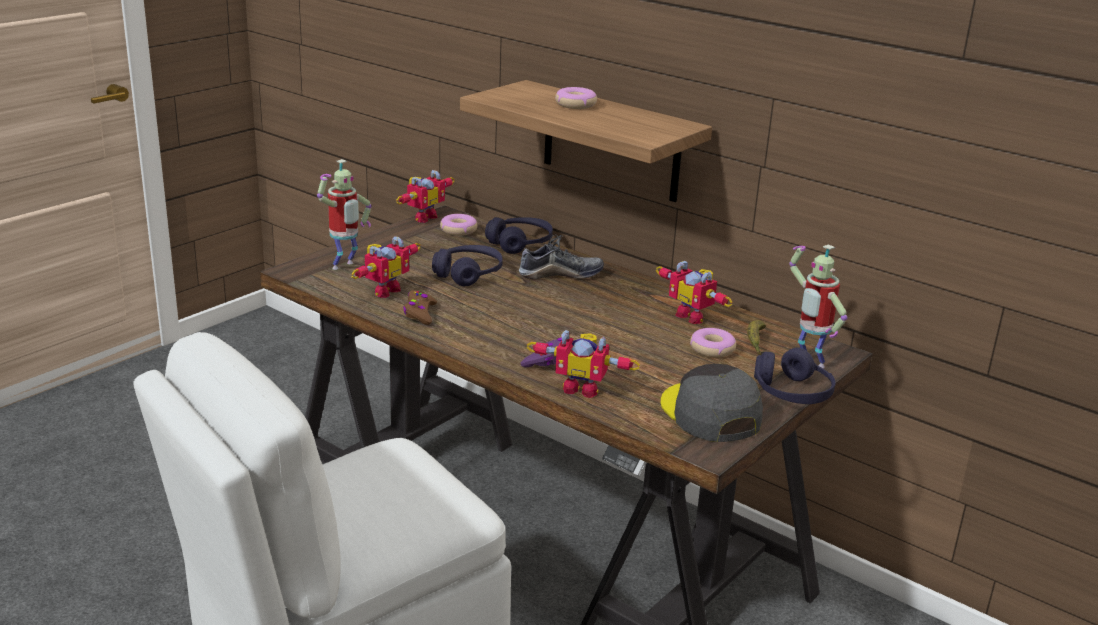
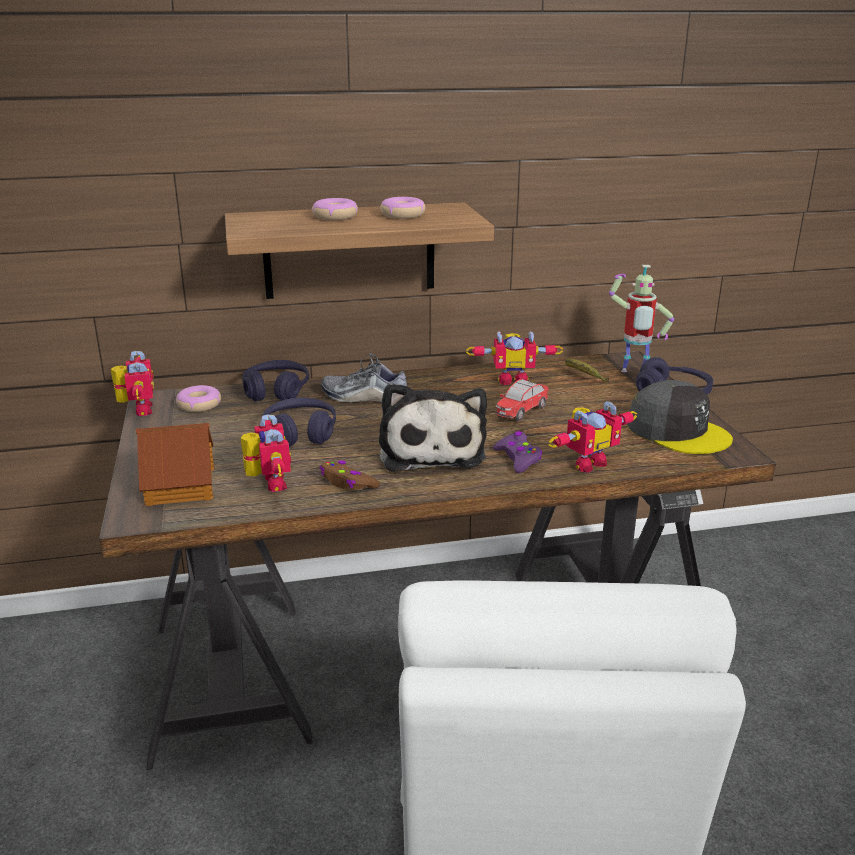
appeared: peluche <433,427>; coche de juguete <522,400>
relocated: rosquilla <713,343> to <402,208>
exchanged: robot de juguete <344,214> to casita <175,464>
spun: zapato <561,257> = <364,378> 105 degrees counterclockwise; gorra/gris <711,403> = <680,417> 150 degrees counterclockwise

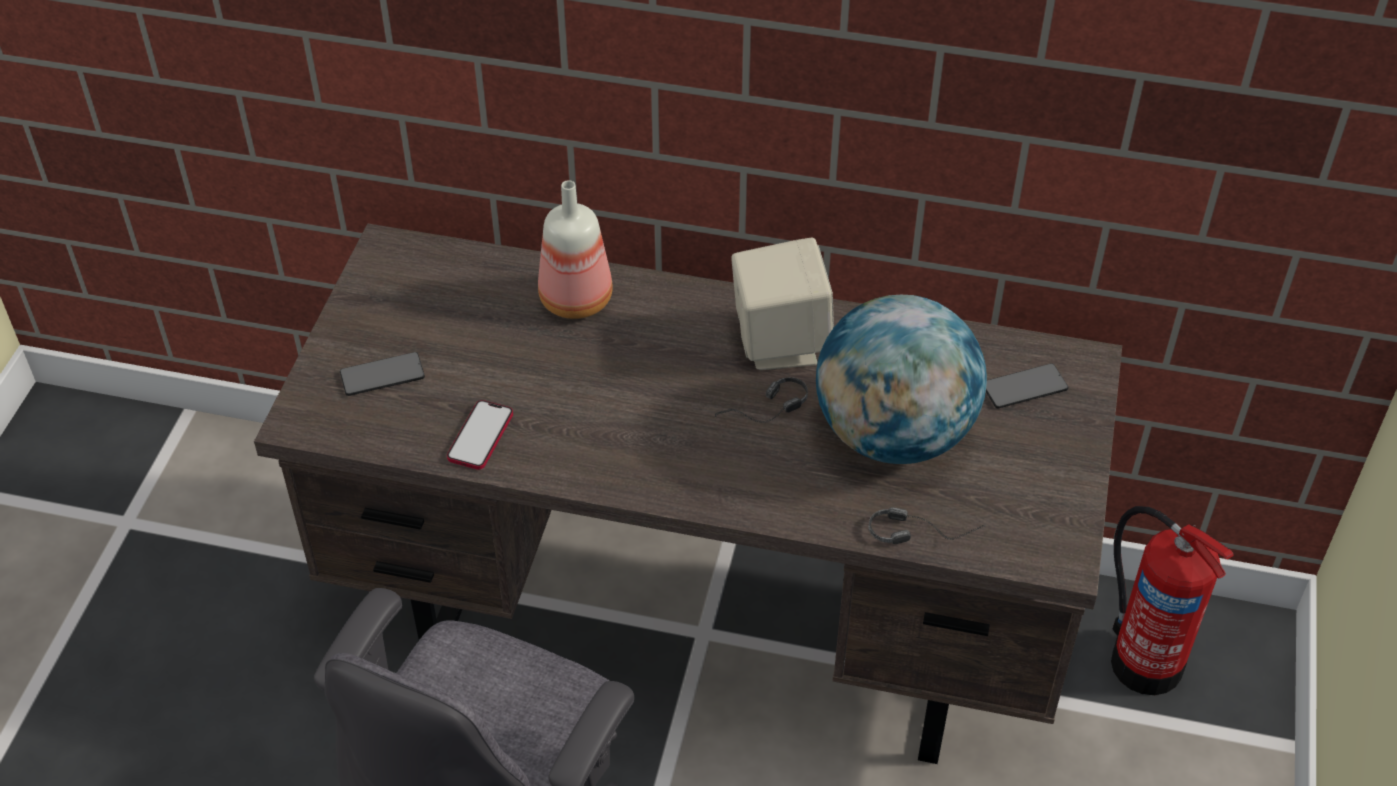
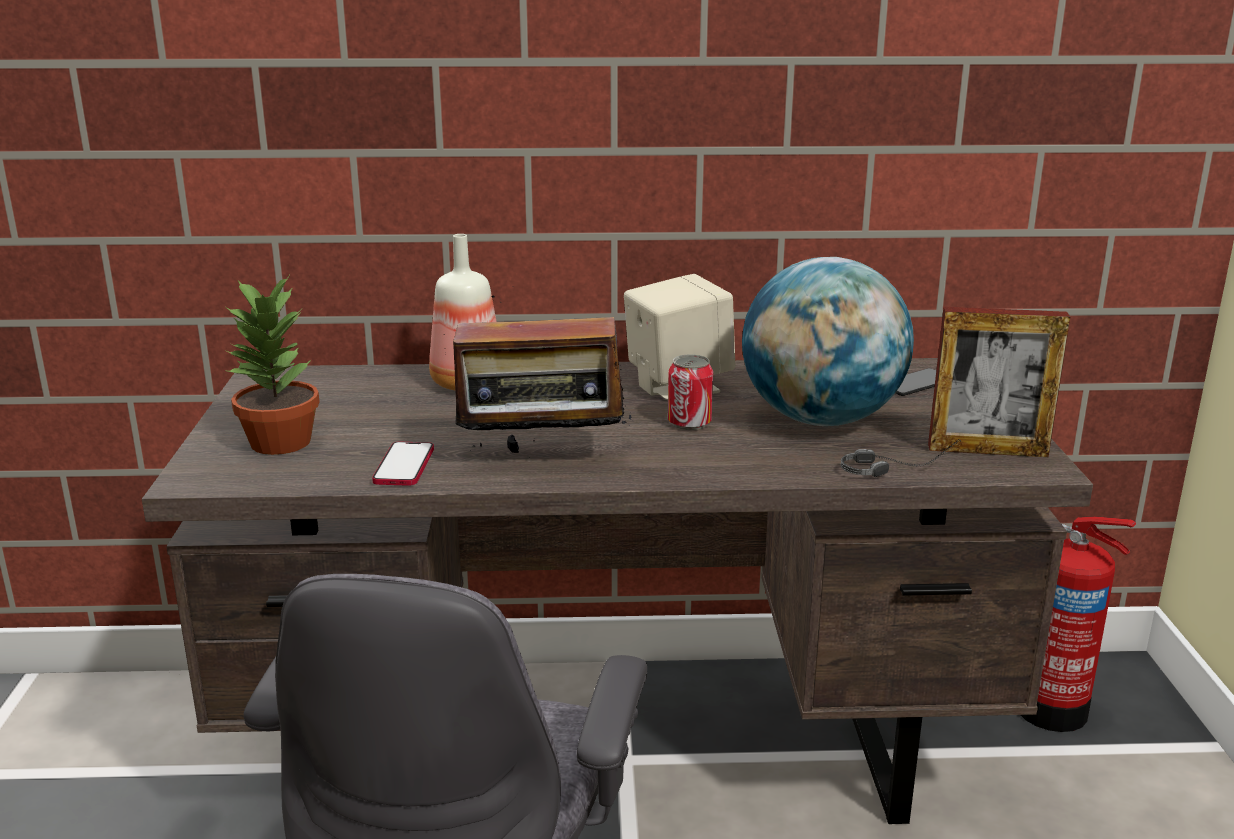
appeared: radio <537,369>; portarretratos <999,382>
exchanged: móvil <382,374> to planta en maceta <273,365>; auriculares <761,400> to lata <690,392>

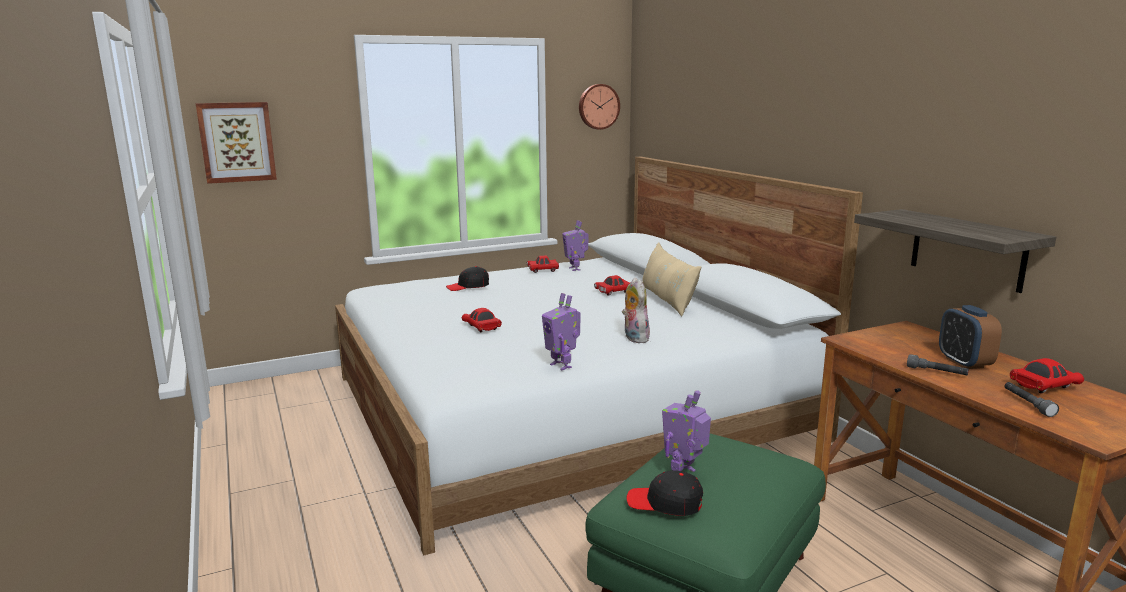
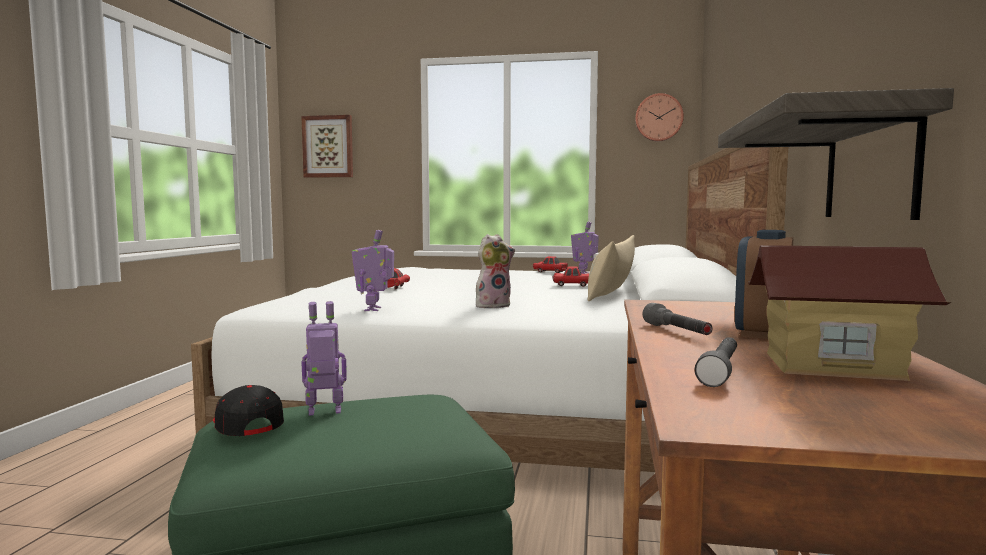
missing: gorra/negro <467,278>
exchanged: coche de juguete/rojo <1047,375> to casita <850,313>
spun: peluche <636,310> = <495,271> 45 degrees clockwise

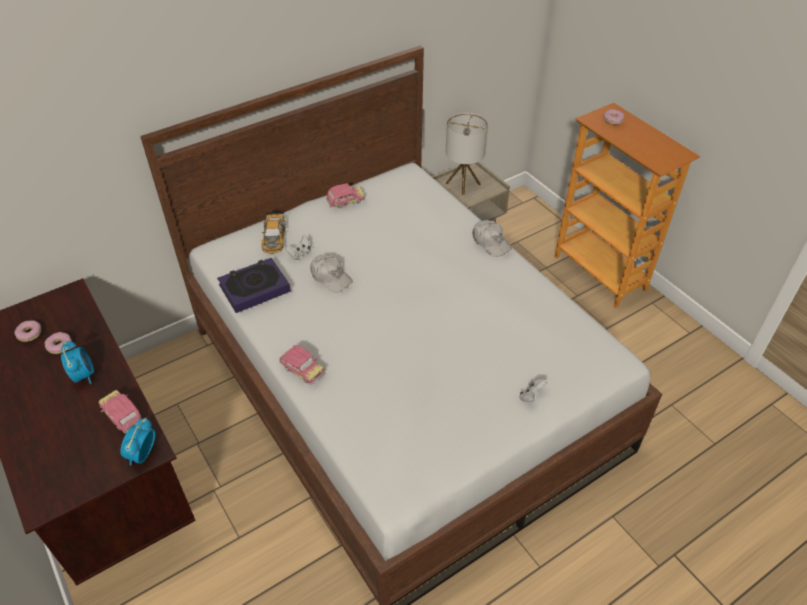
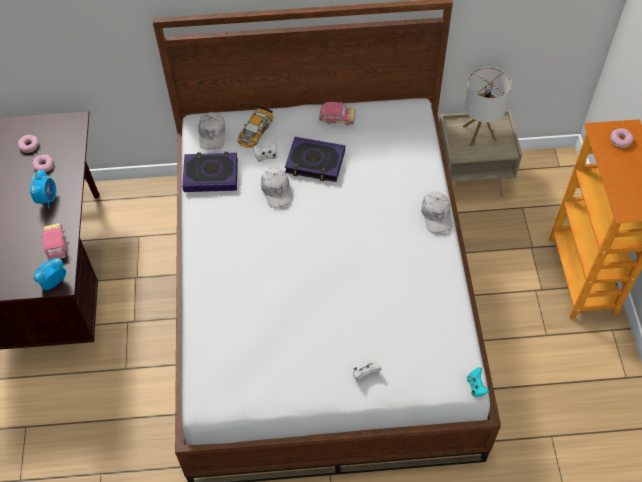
missing: coche de juguete <302,365>
appeared: gorra/blanco <212,130>; libro <315,159>; mando de consola/turquesa <478,382>

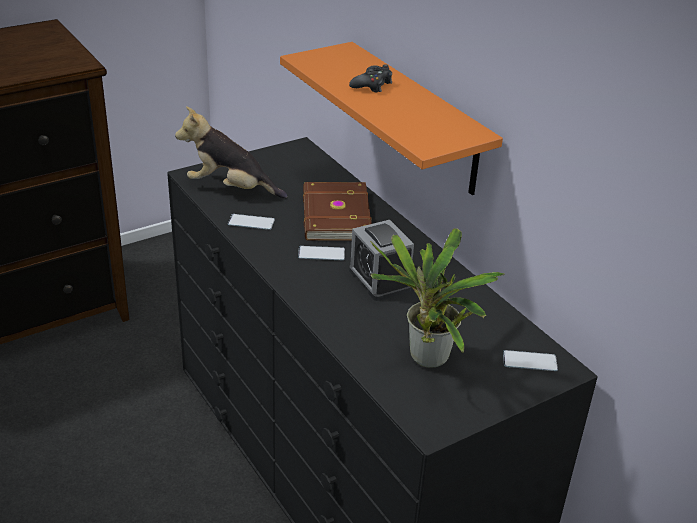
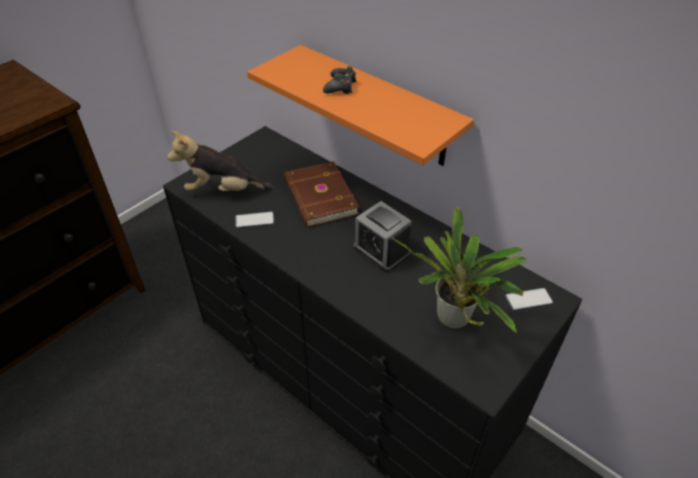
missing: móvil <321,253>

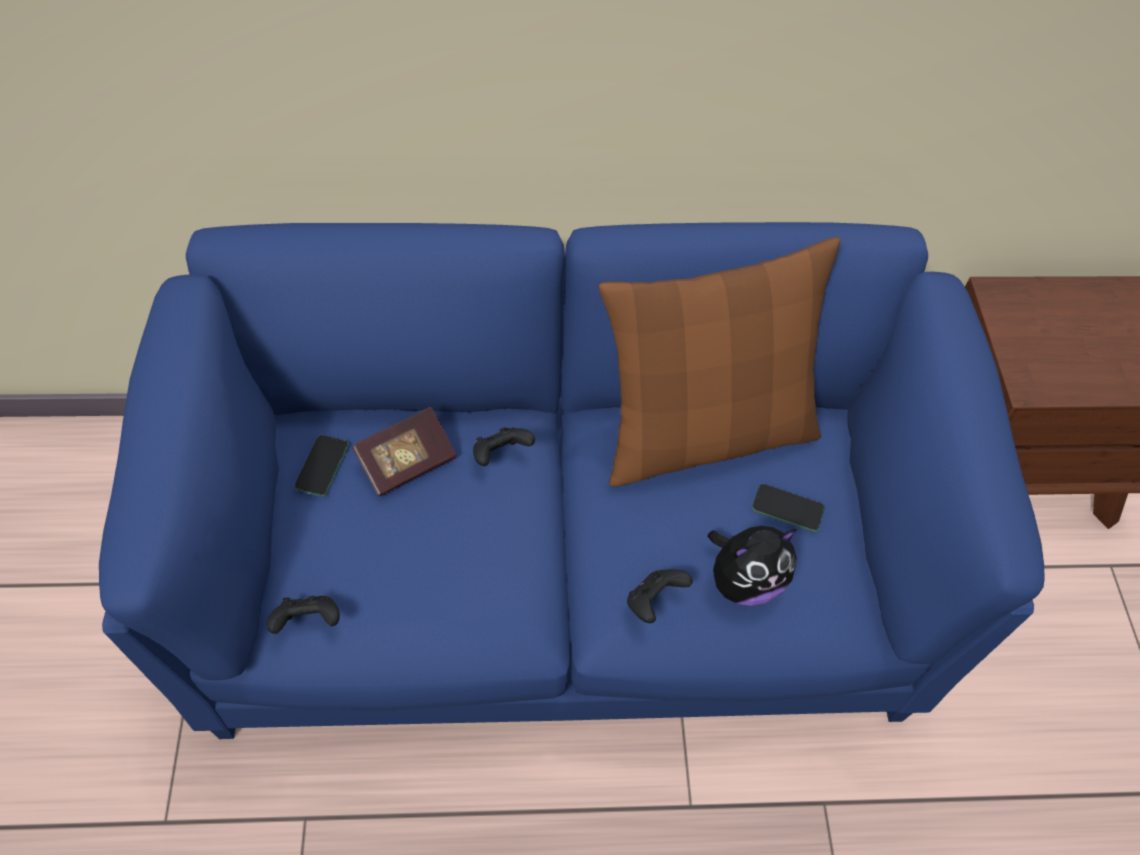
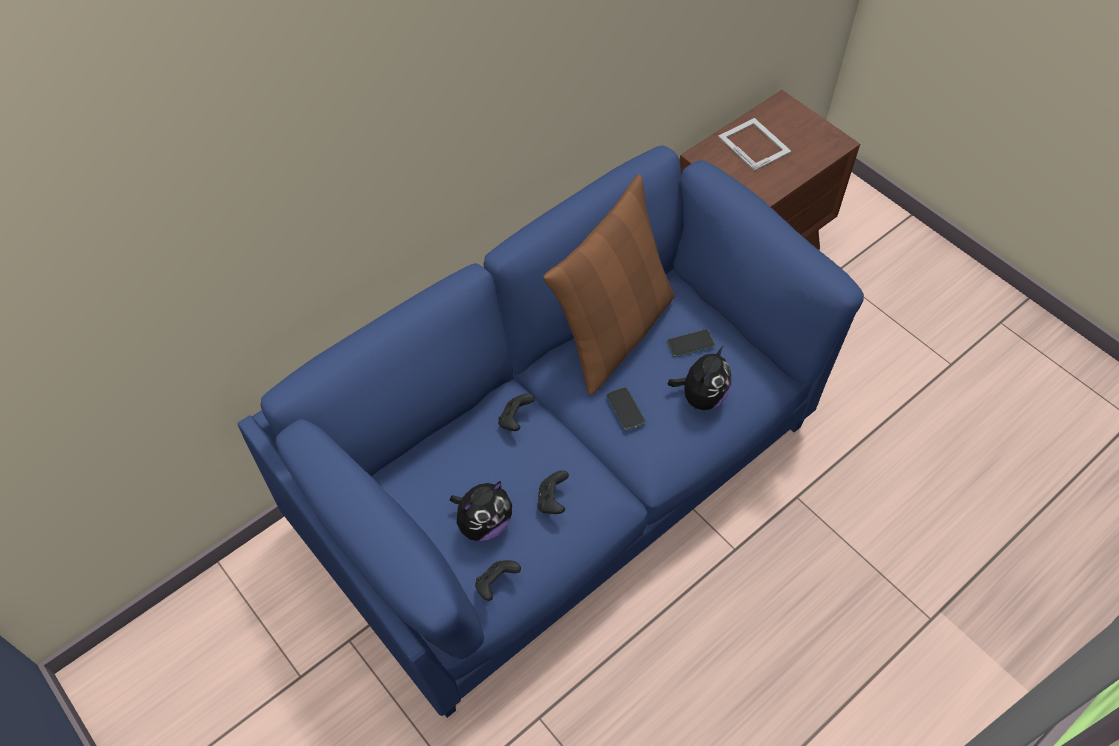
missing: libro <404,452>
appeared: peluche <481,511>; portarretratos <754,144>
relocated: móvil <321,466> to <626,408>; mando de consola/negro <660,596> to <553,492>

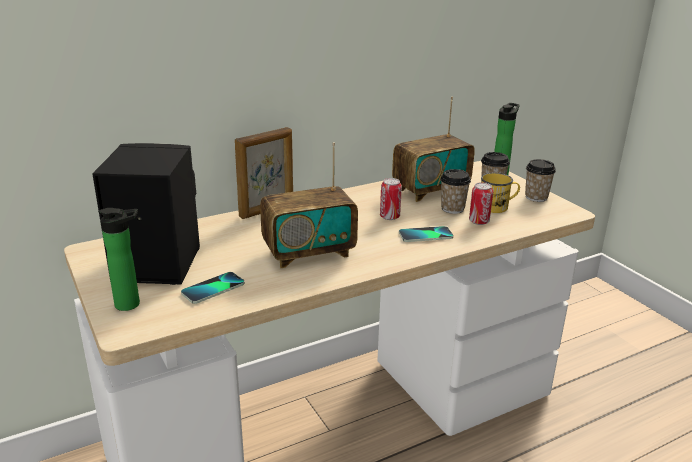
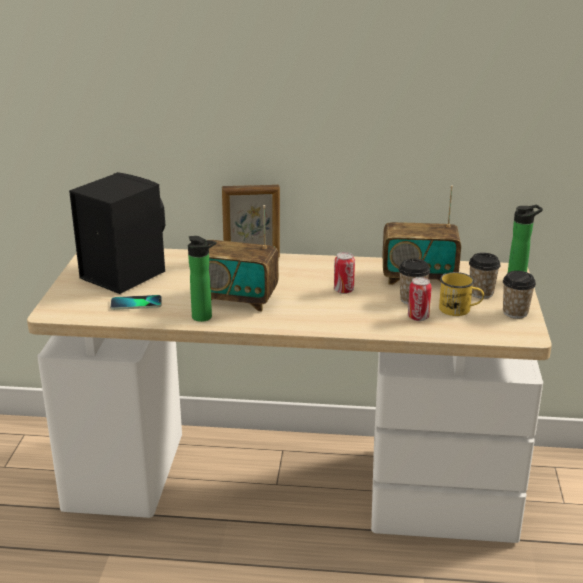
missing: móvil <426,234>
relocated: botella <119,259> to <202,279>

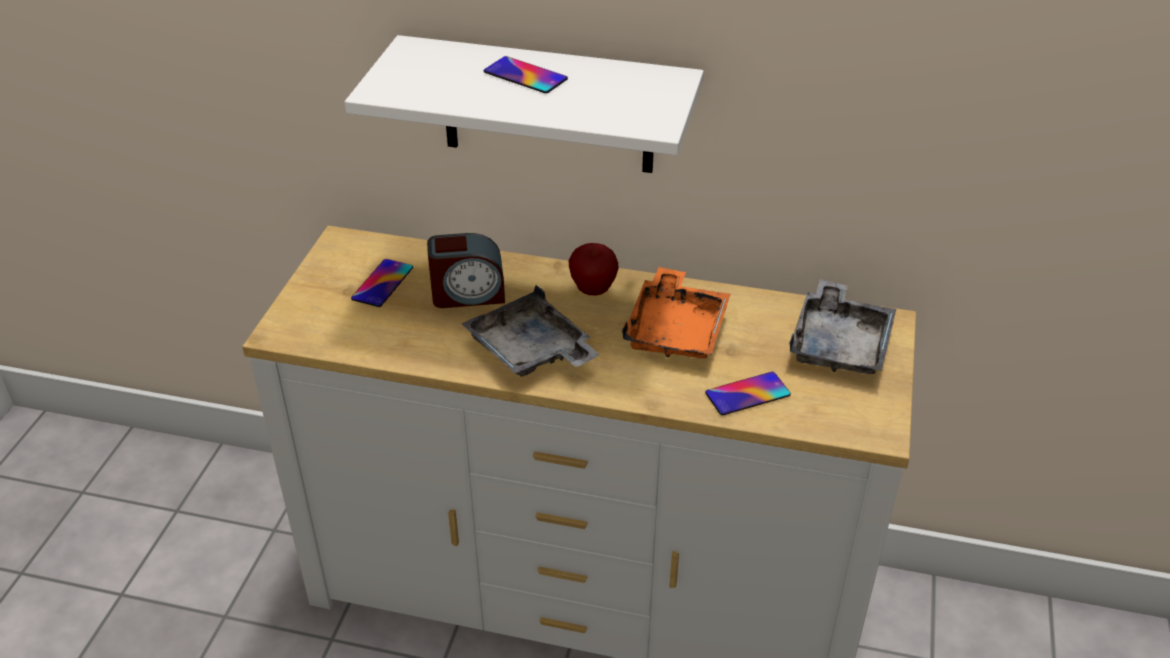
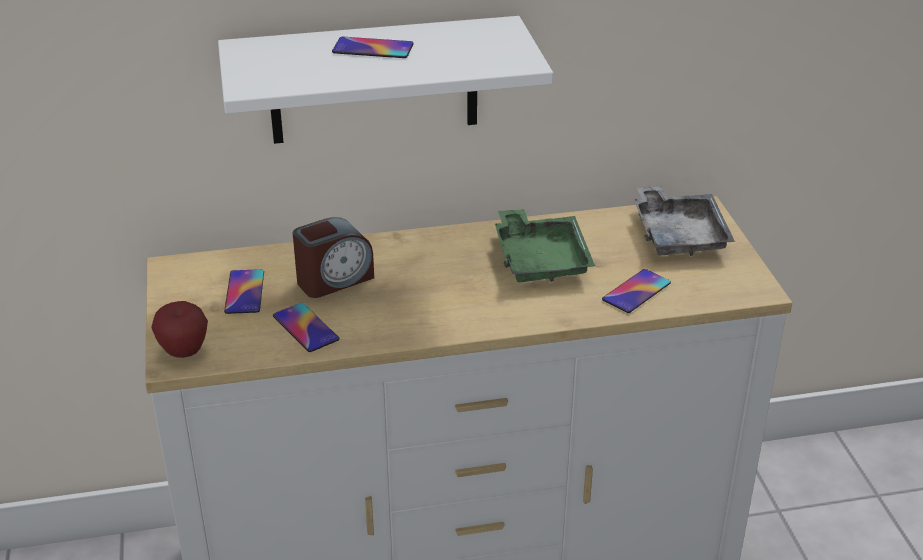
missing: bandeja/gris <530,331>
appeared: móvil <306,327>
relocated: manzana <594,269> to <179,329>
colour: bandeja/naranja <676,312> to bandeja/verde <545,245>

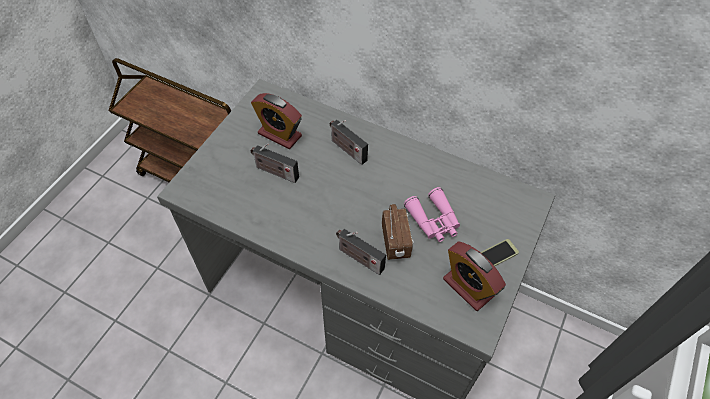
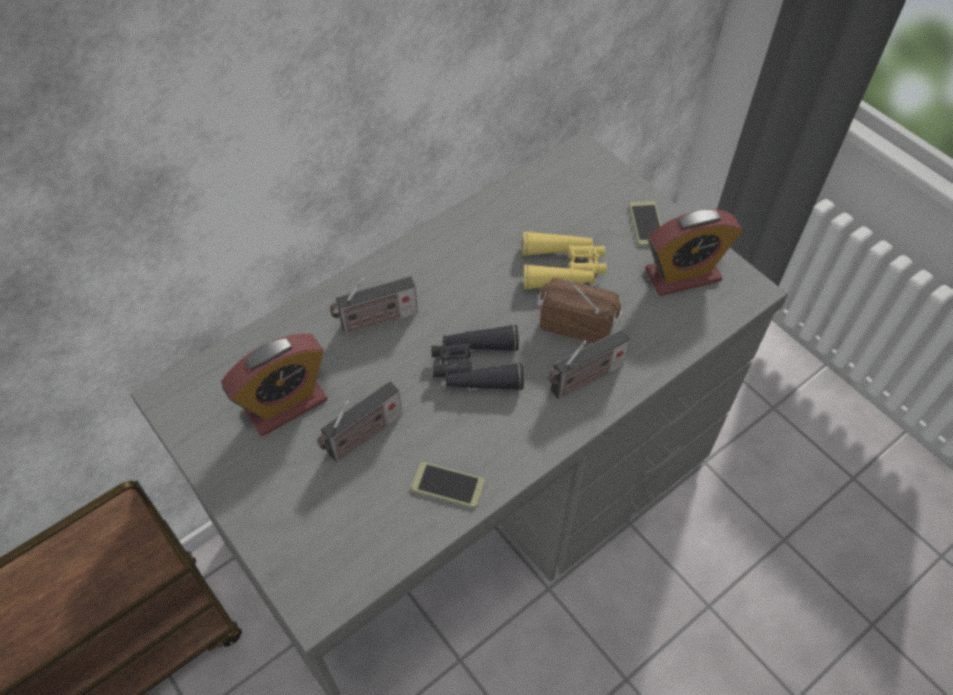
appeared: móvil <448,485>; prismáticos/negro <477,357>
colour: prismáticos/rosa <432,214> to prismáticos/amarillo <565,260>

